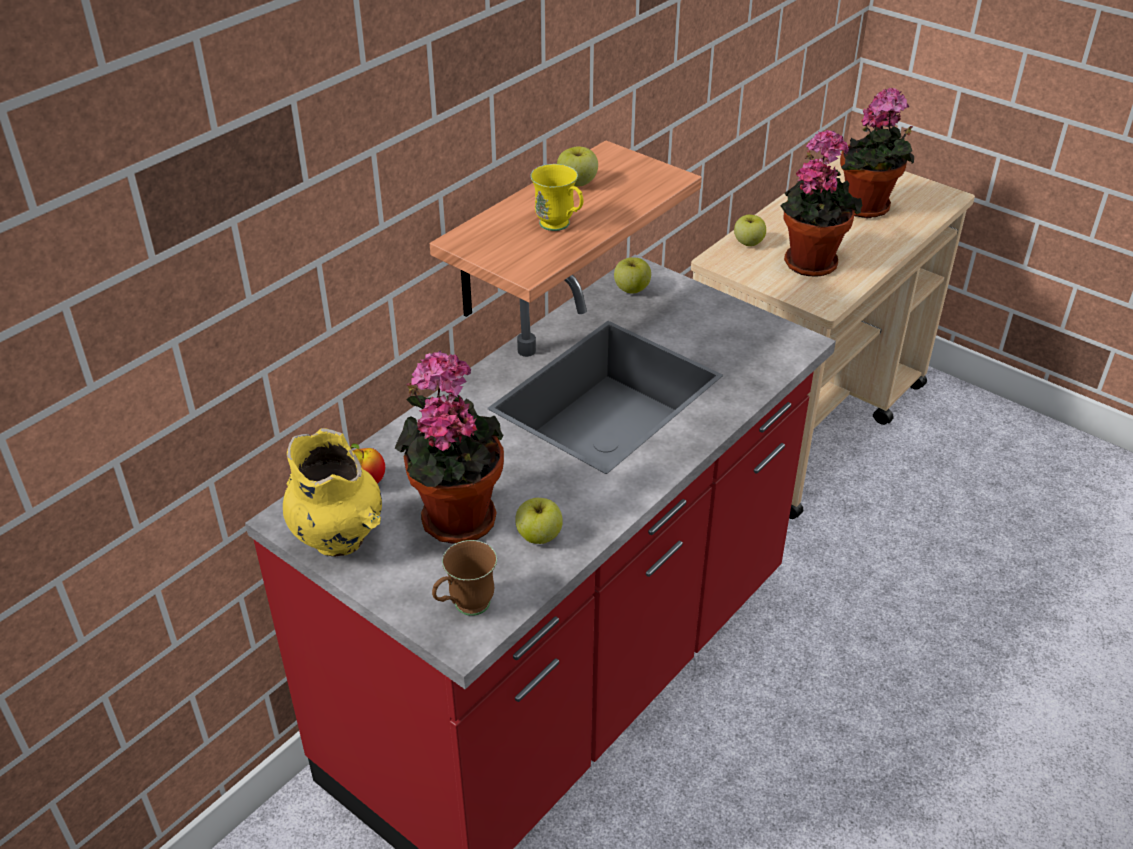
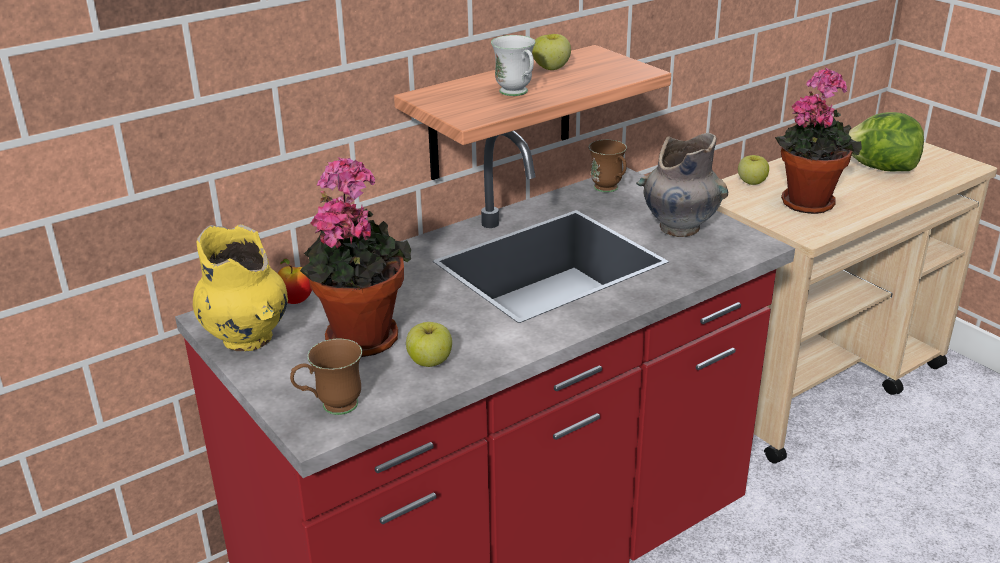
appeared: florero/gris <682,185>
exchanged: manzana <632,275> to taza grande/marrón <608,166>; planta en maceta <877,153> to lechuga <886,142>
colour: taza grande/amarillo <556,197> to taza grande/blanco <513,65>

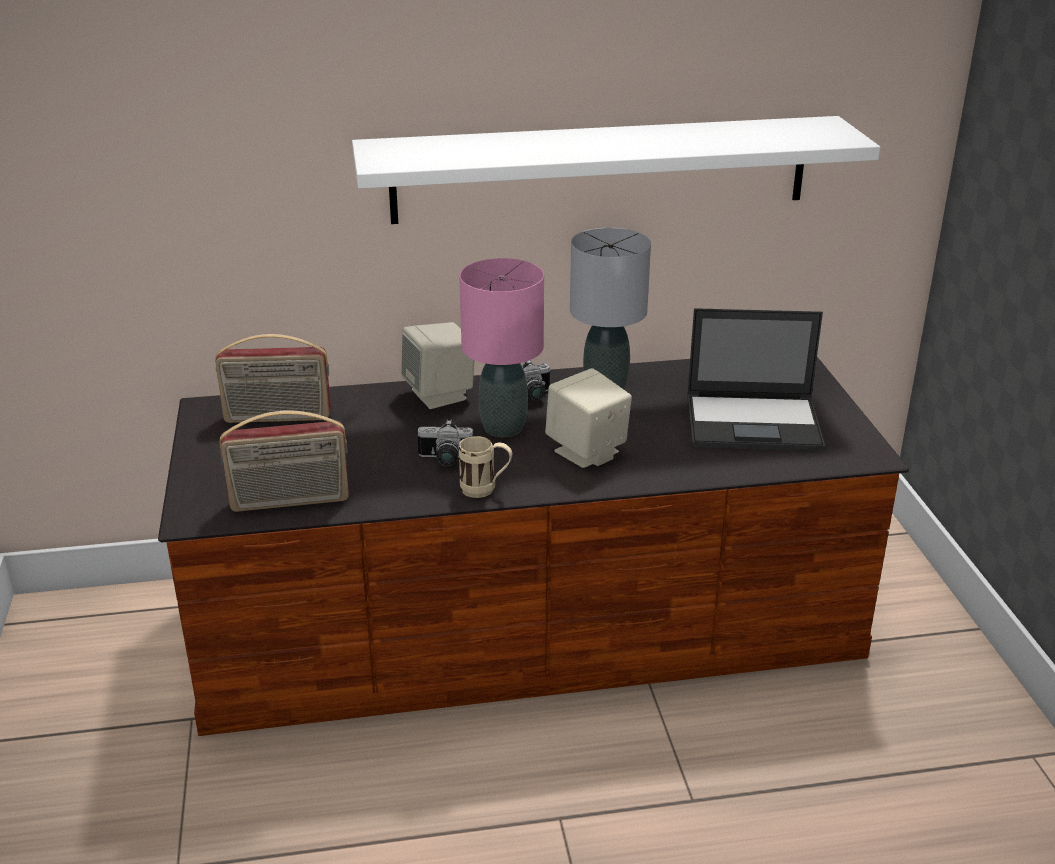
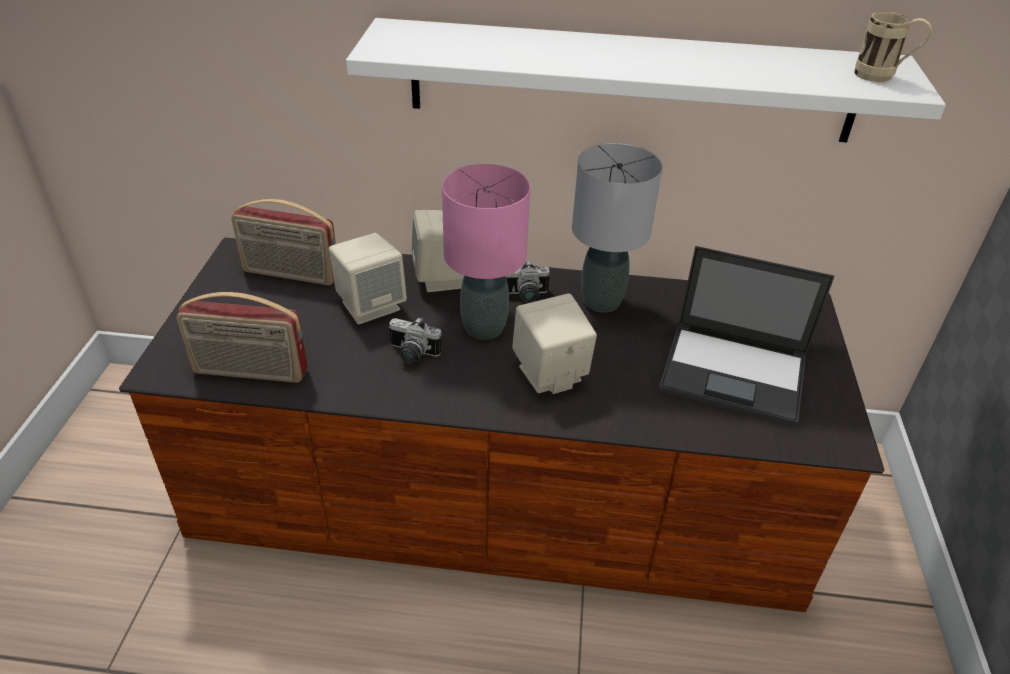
appeared: altavoz/beis <368,278>
relocated: taza grande/beis <486,467> to <893,47>

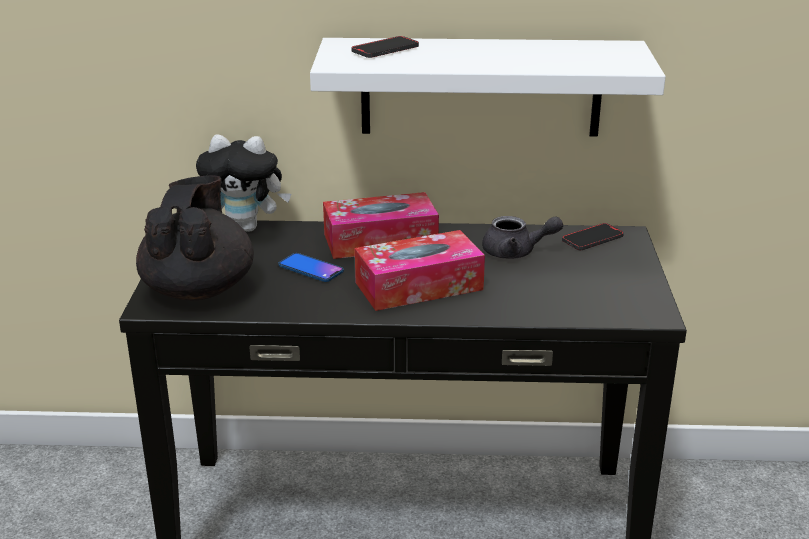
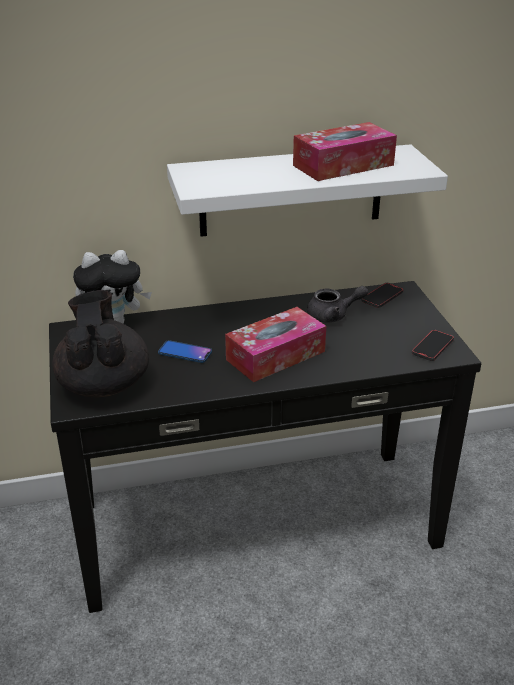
relocated: caja de pañuelos <381,225> to <345,151>; móvil <385,47> to <433,345>

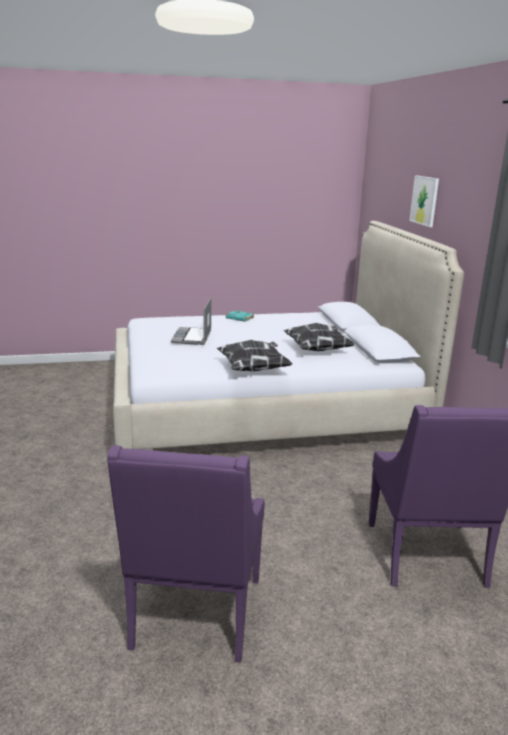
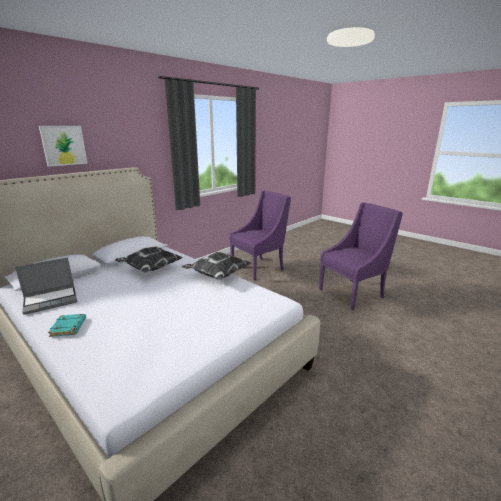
relocated: portátil <191,321> to <46,286>

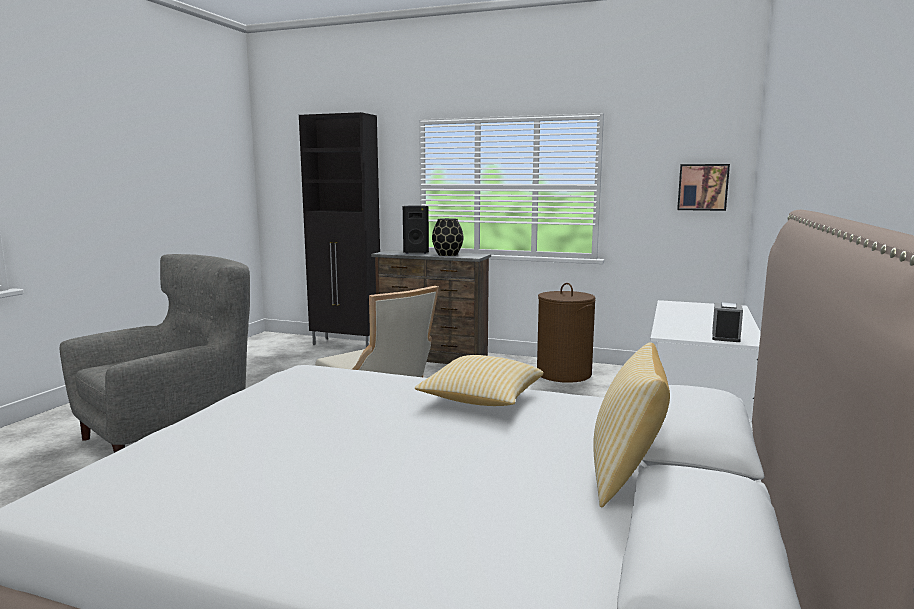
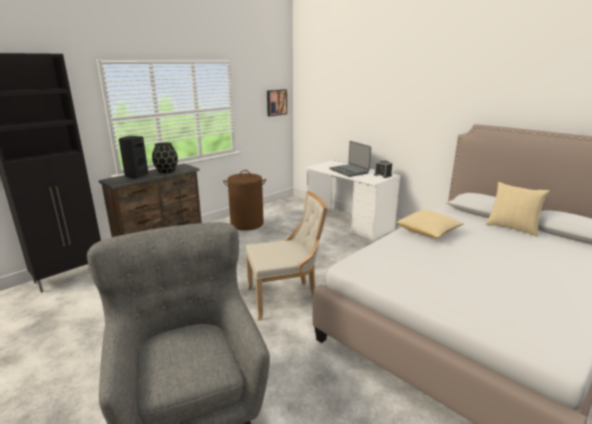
appeared: portátil <350,159>

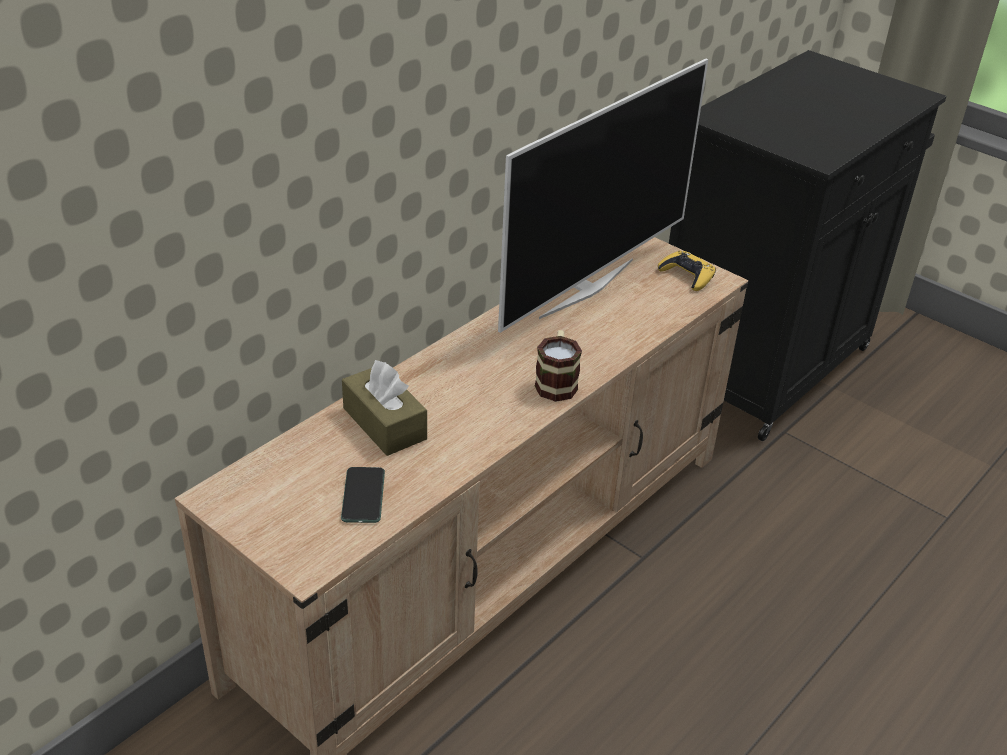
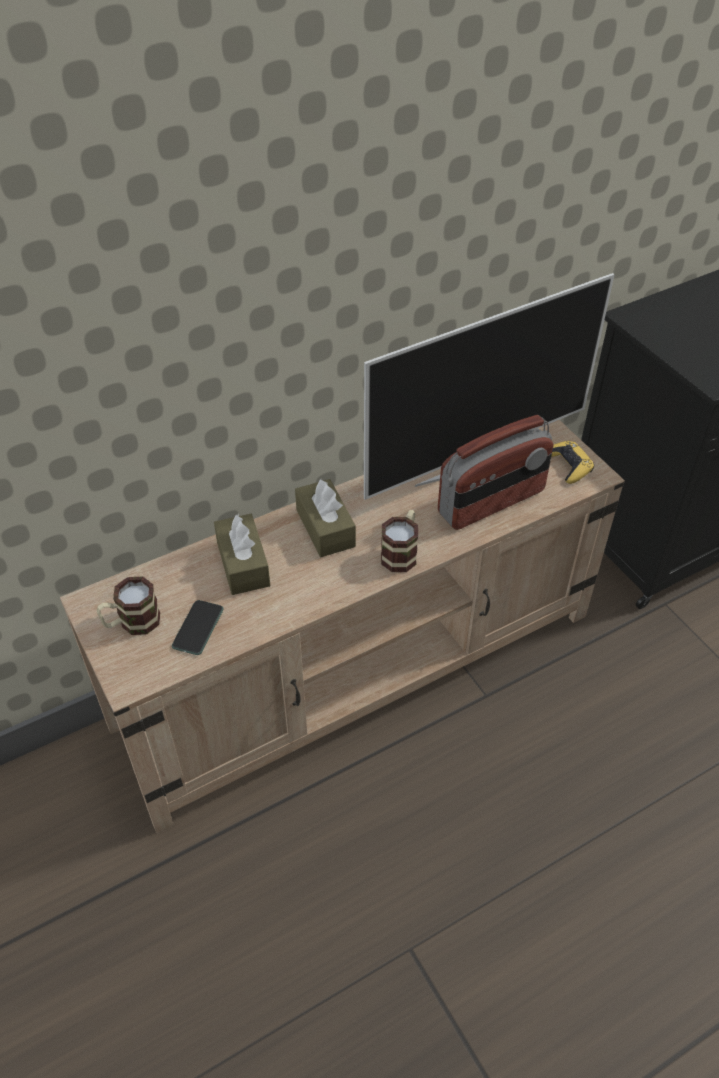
appeared: taza grande <128,605>; caja de pañuelos/marrón <325,518>; radio <495,472>

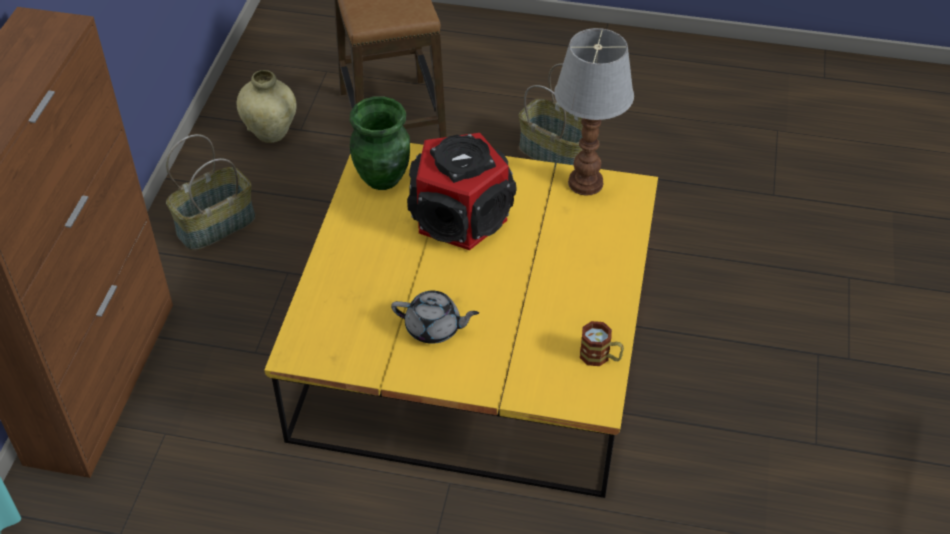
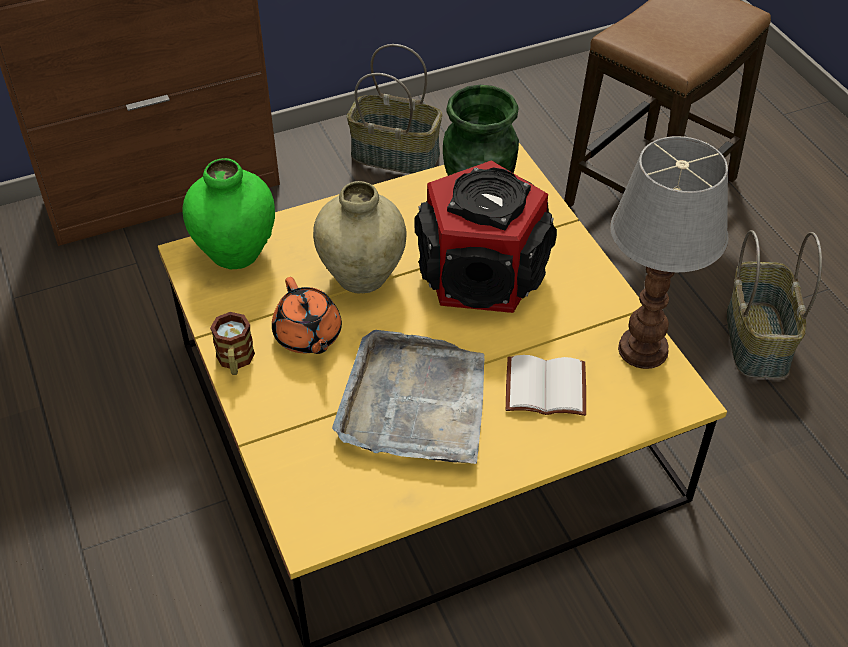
appeared: florero/verde <228,213>; bandeja/gris <408,397>; libro/blanco <546,385>
relocated: florero/beis <266,106> to <360,237>; taza grande <602,343> to <232,343>
colour: tetera/gris <435,317> to tetera/naranja <307,315>

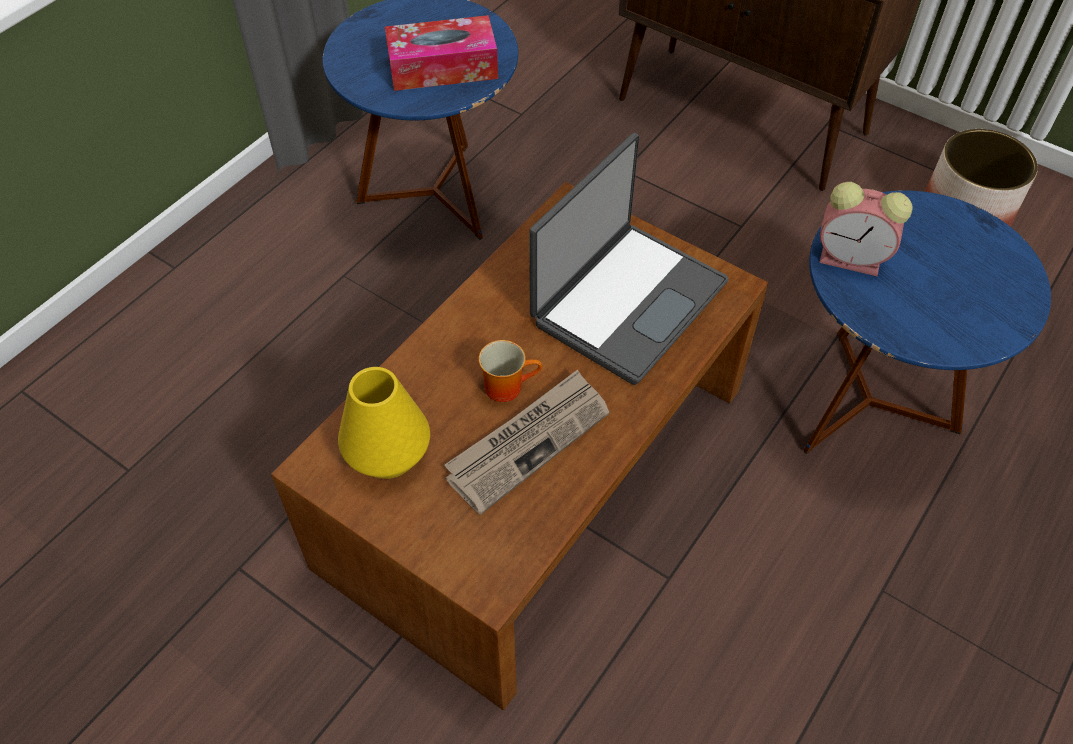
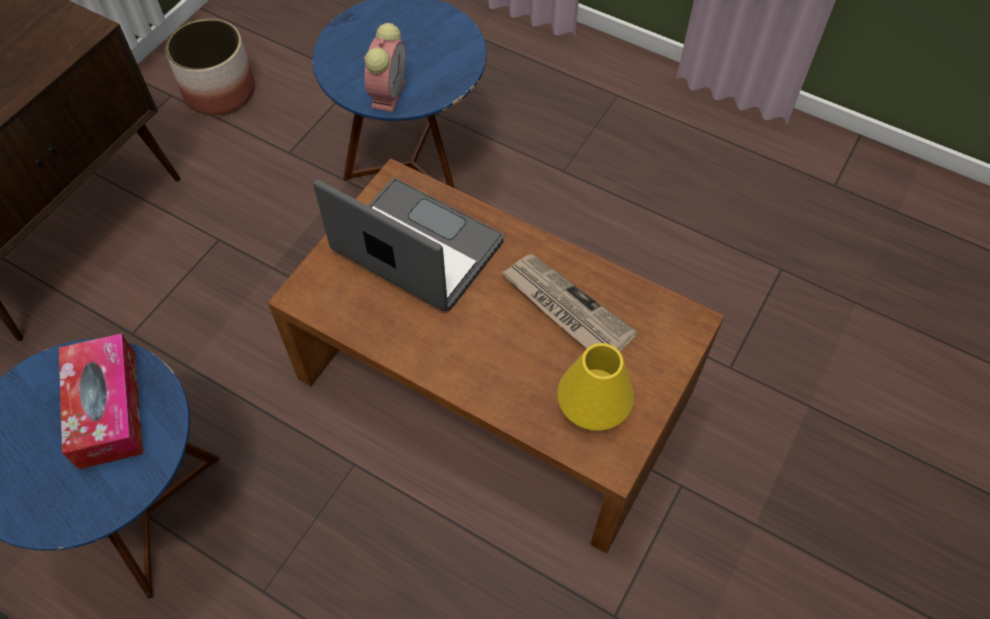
missing: taza grande <510,371>

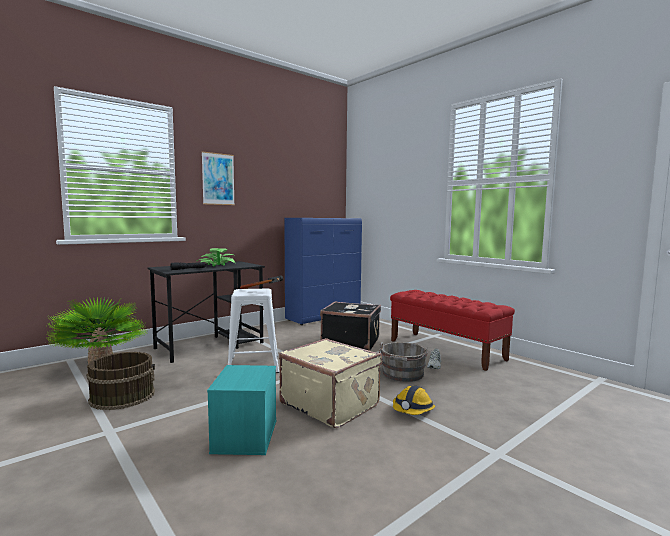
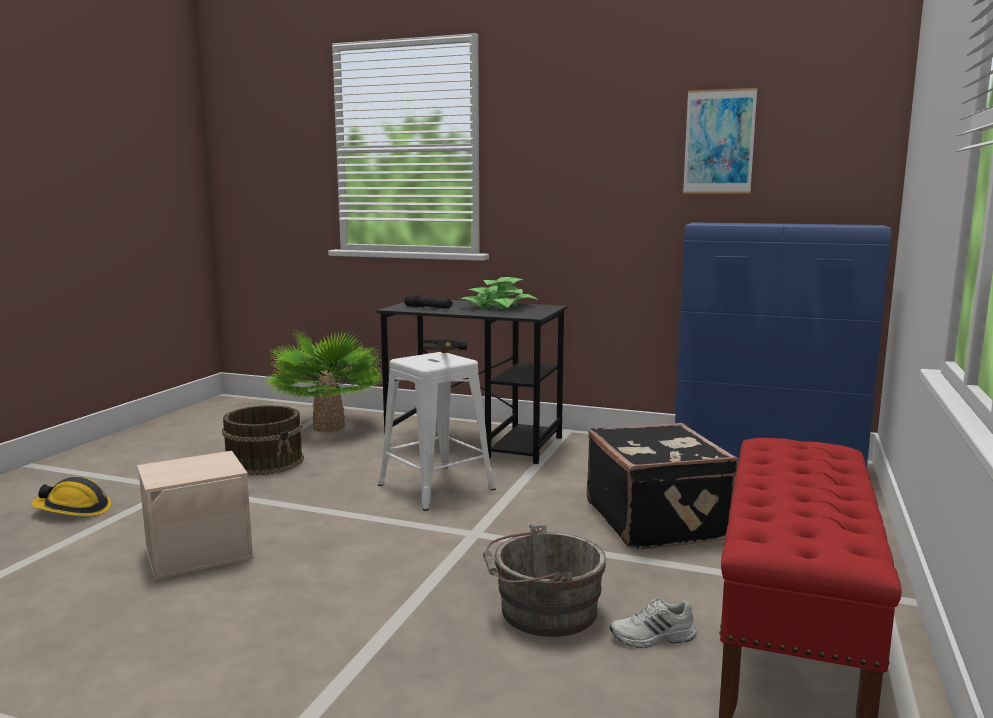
missing: maleta/beis <330,383>
relocated: cuadro <218,178> to <720,141>; casco <414,400> to <71,496>
colour: caja de almacenaje/turquesa <241,410> to caja de almacenaje/beis <195,515>

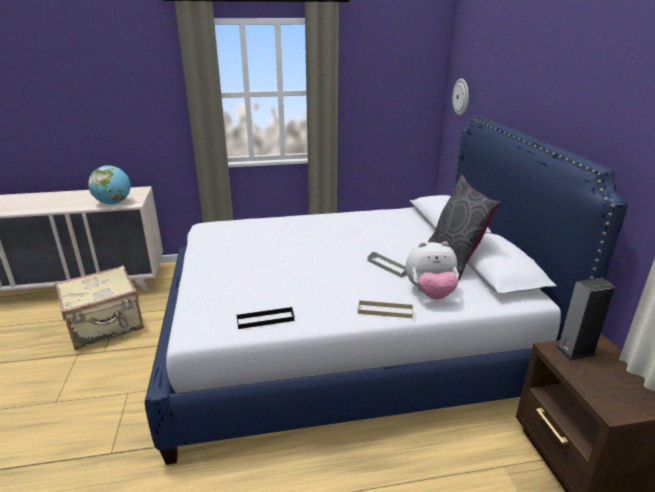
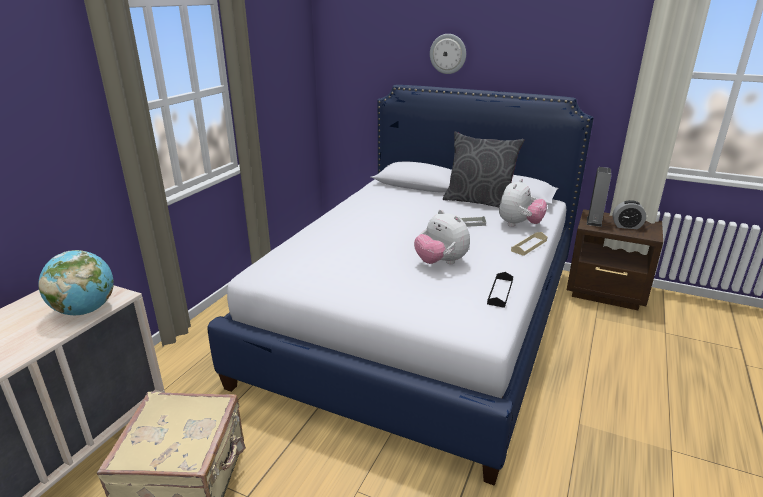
appeared: peluche <442,237>; despertador <629,214>
relocated: reloj de pared <460,97> to <448,54>

